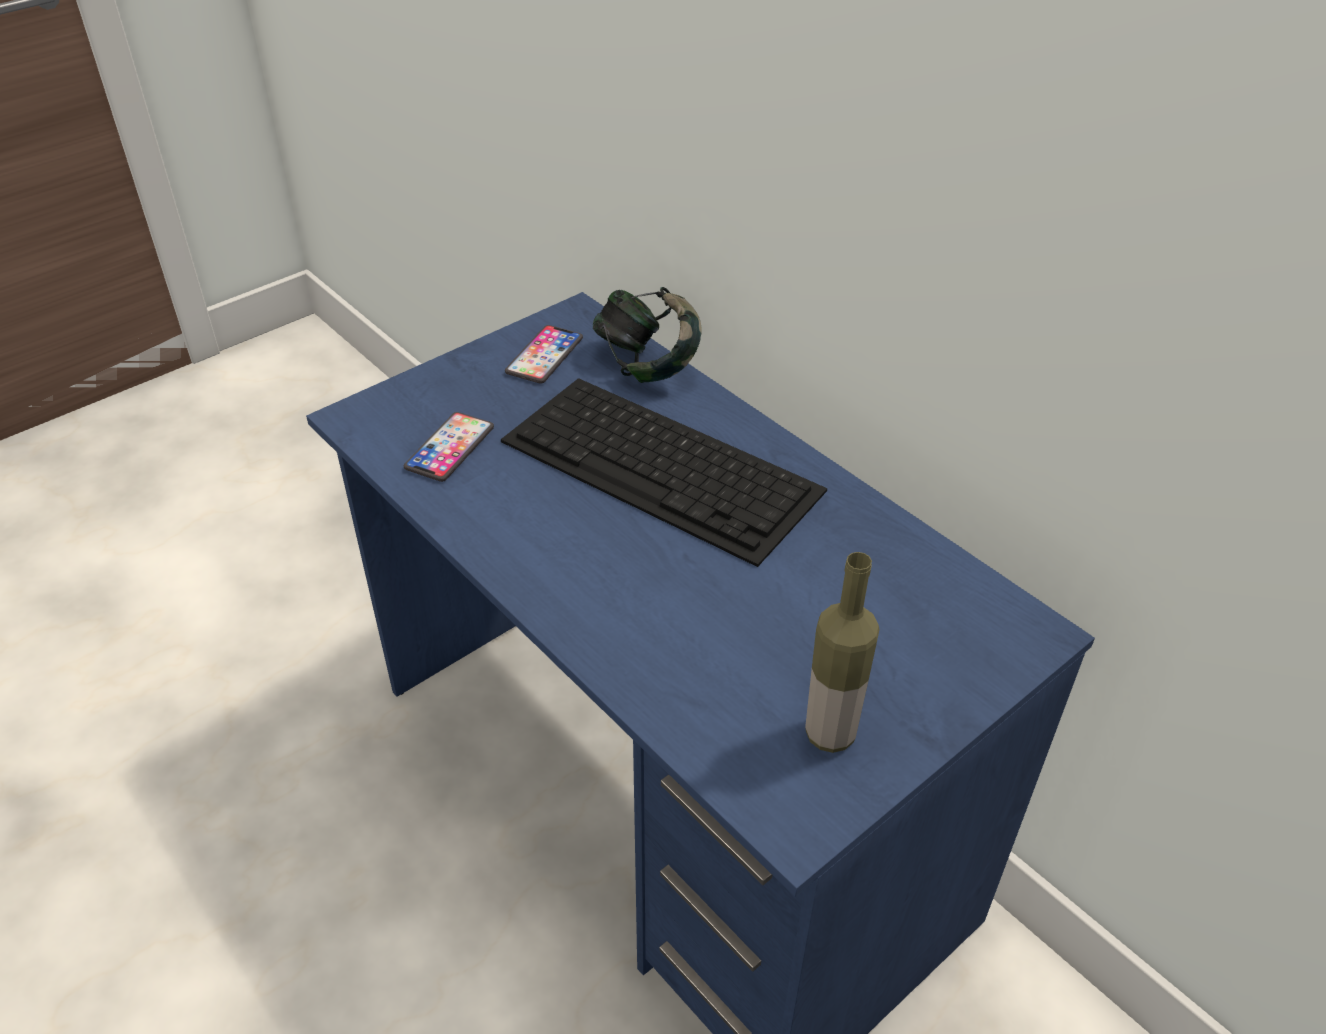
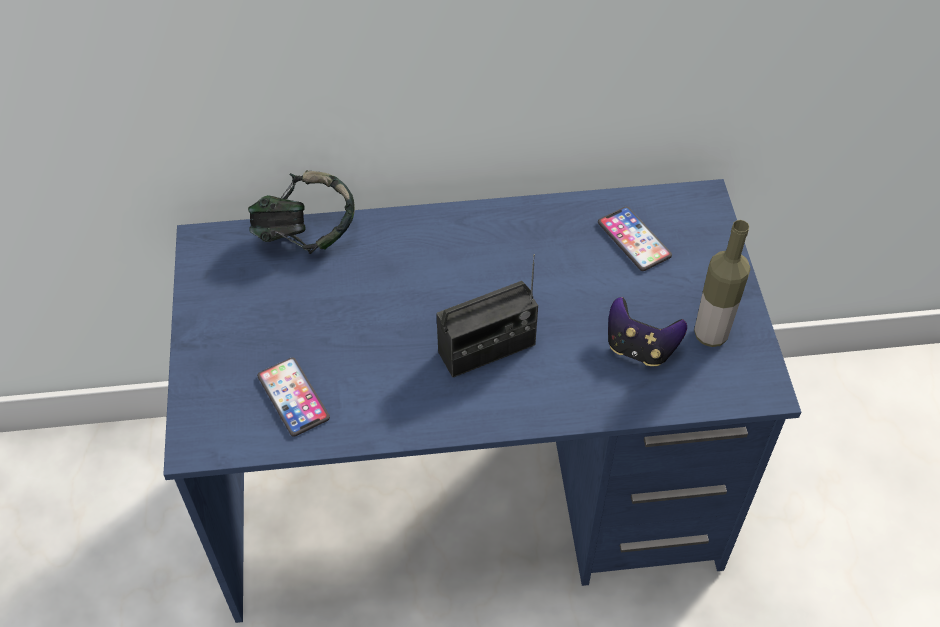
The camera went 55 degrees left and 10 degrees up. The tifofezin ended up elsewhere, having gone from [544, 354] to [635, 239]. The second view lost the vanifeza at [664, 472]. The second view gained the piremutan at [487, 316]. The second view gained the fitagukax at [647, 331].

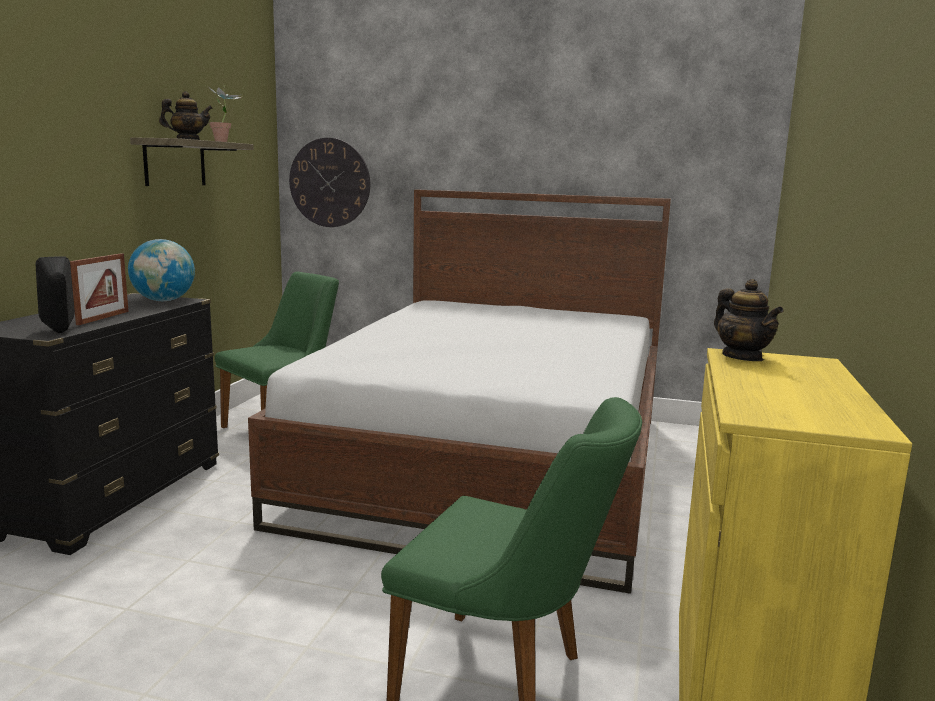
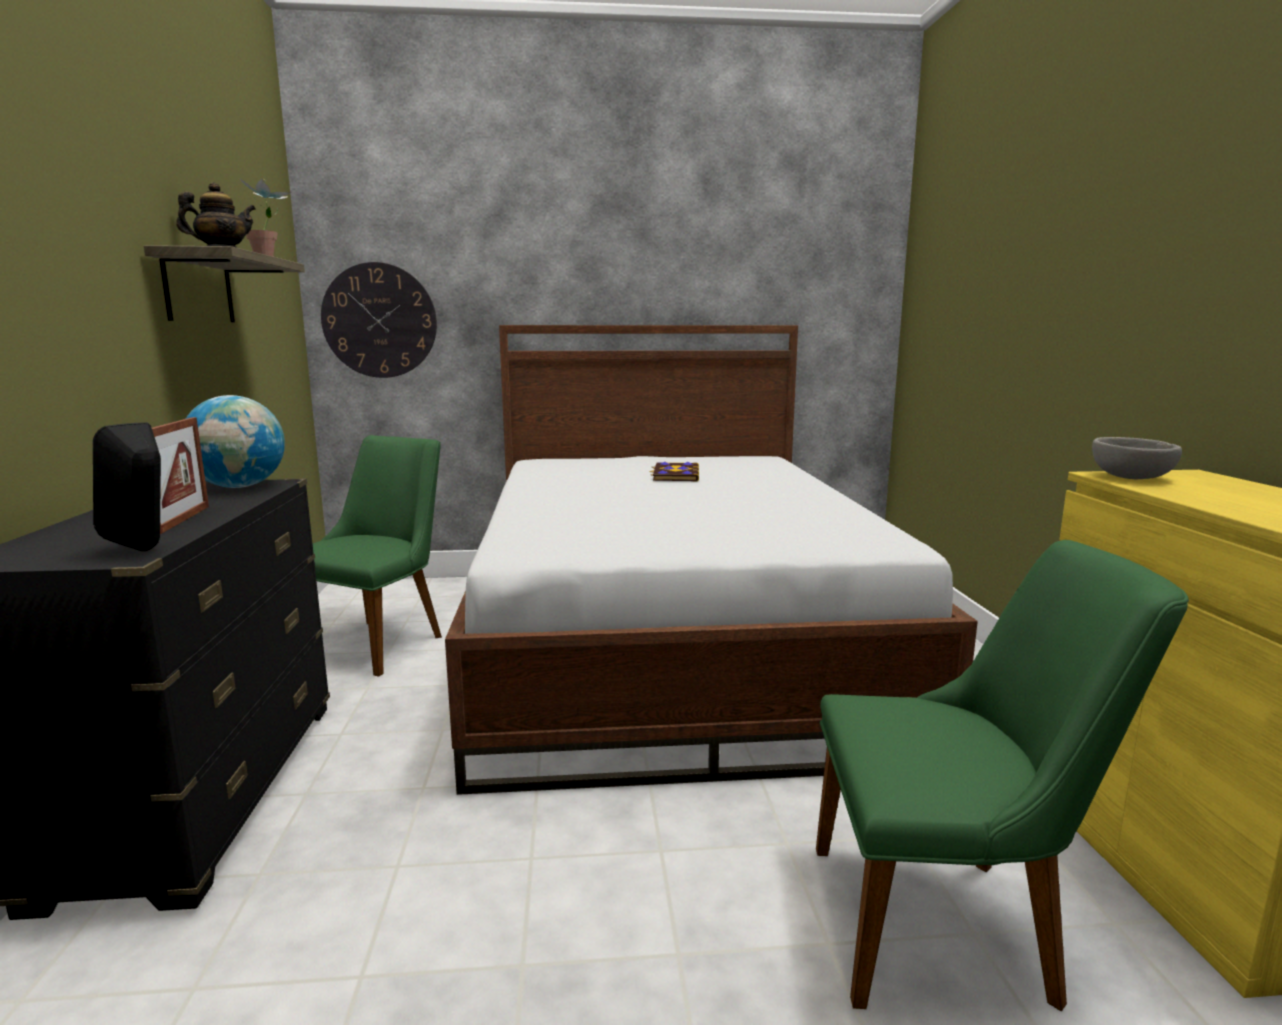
The camera went 20 degrees left and 0 degrees up. Where the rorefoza stood at [749, 320], the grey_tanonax came to stand at [1137, 458]. The second view gained the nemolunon at [674, 471].

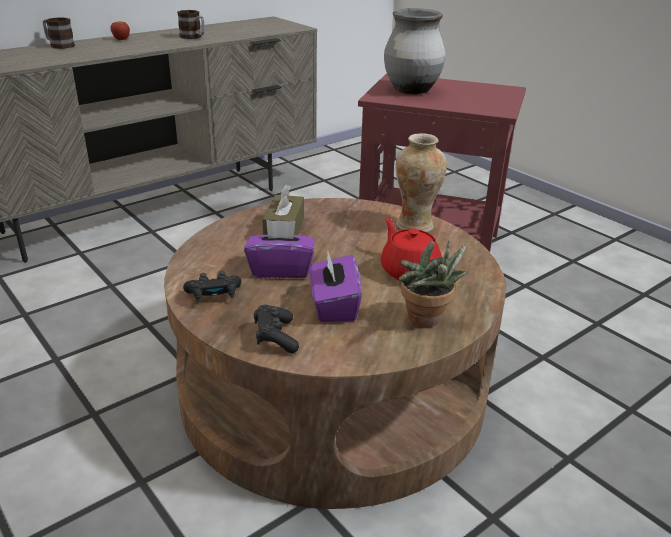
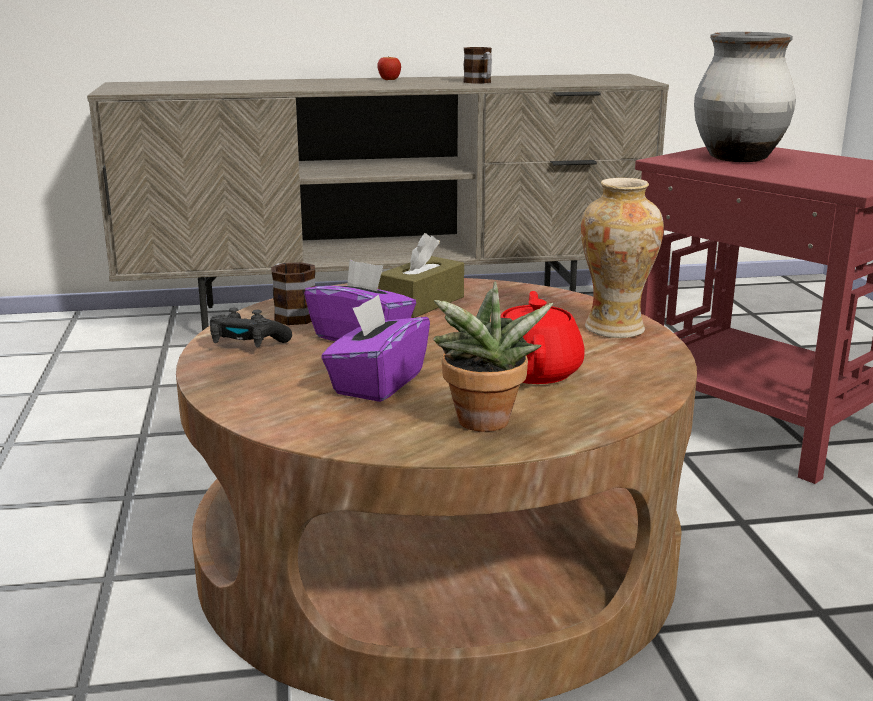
The camera went 30 degrees right and 10 degrees down. The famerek ended up elsewhere, having gone from [59, 33] to [293, 293]. The second view lost the black_fitagukax at [276, 328].

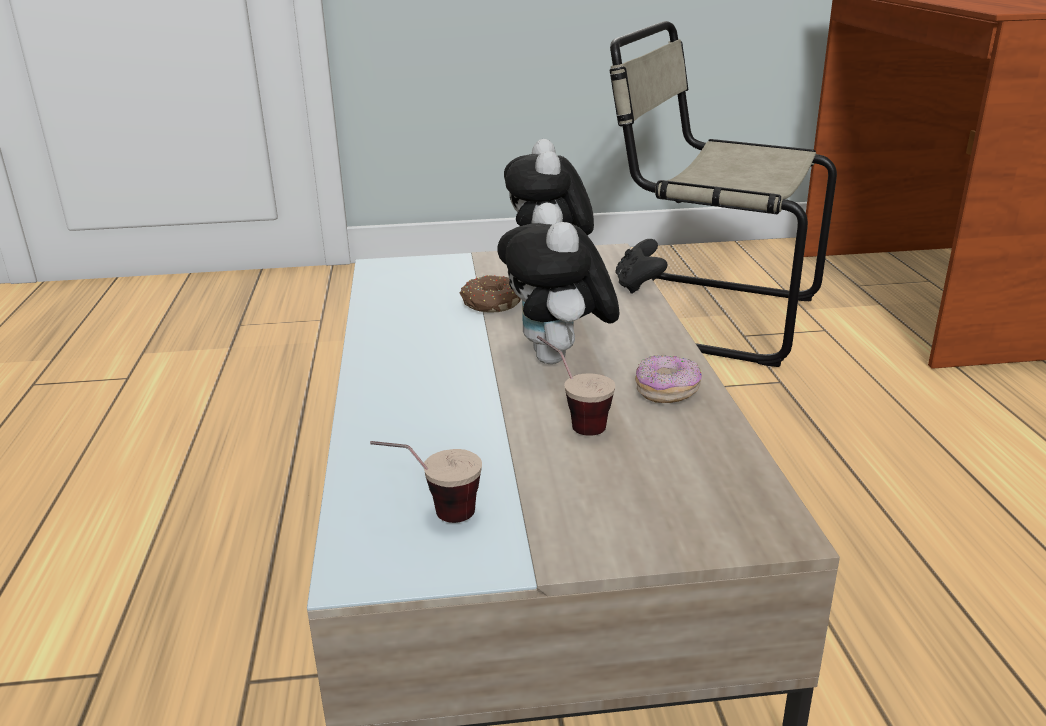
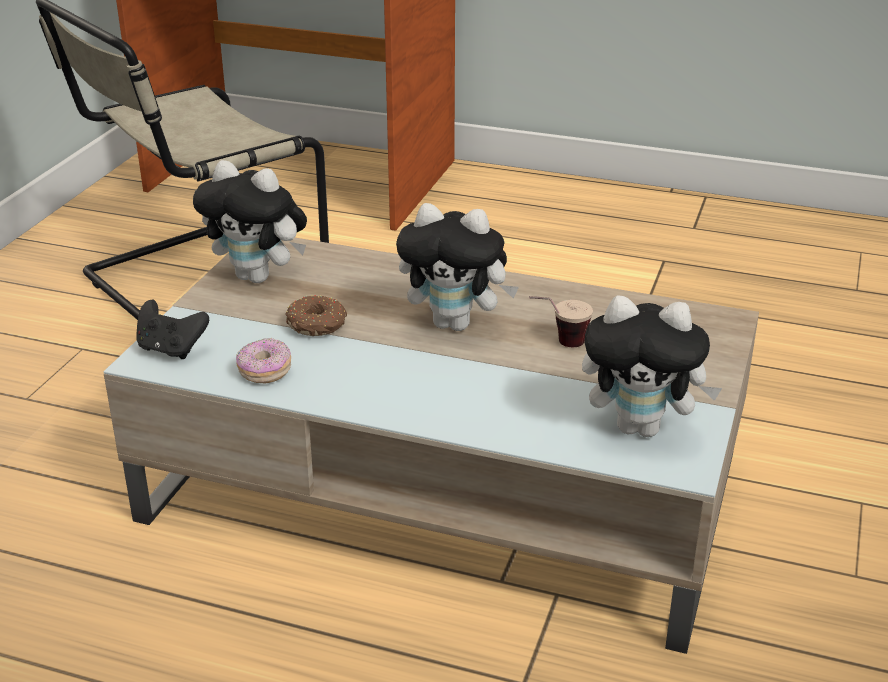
The camera went 65 degrees left and 5 degrees up. The black_fitagukax ended up elsewhere, having gone from [641, 266] to [172, 329]. The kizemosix ended up elsewhere, having gone from [668, 379] to [263, 361]. Where the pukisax stood at [426, 482], the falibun came to stand at [652, 366].

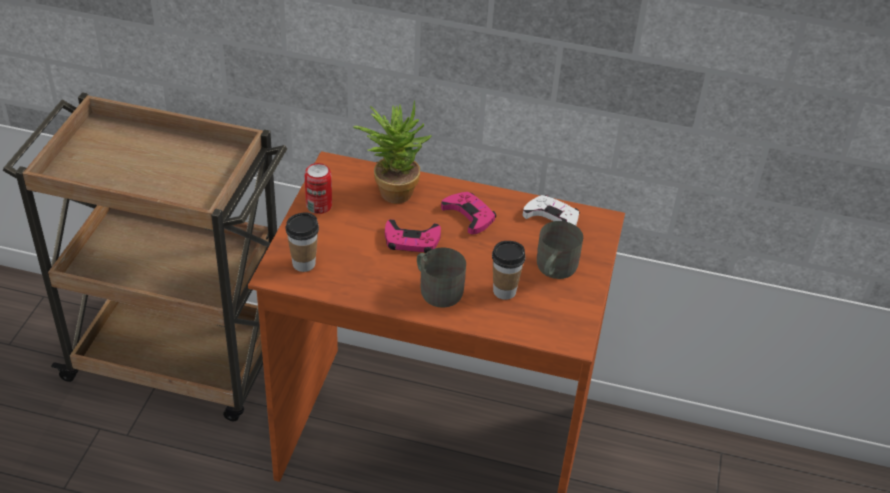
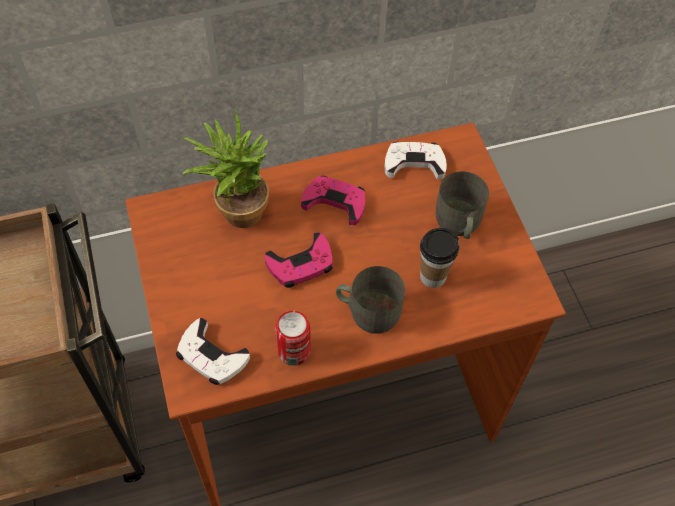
The camera went 30 degrees left and 15 degrees up. The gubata ended up elsewhere, having gone from [318, 188] to [293, 338]. Where the pukisax stood at [302, 242], the white_fitagukax came to stand at [213, 351].

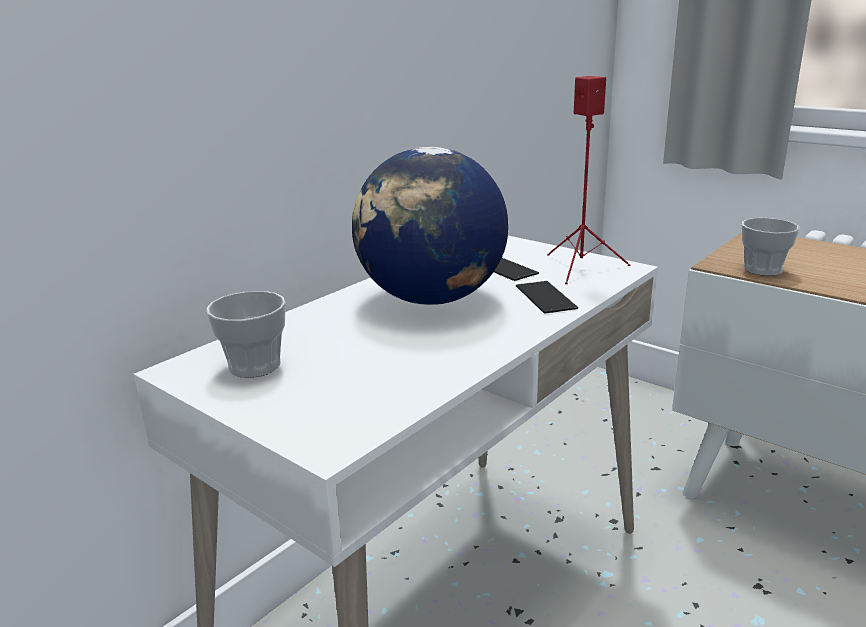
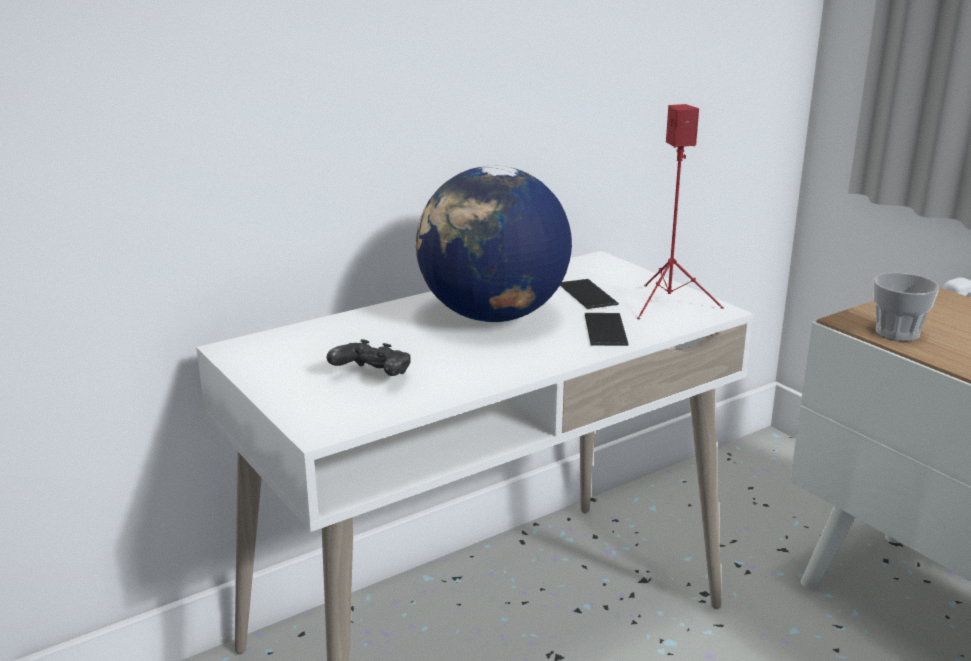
The camera went 15 degrees right and 0 degrees up. The second view lost the pukisax at [246, 334]. The second view gained the black_fitagukax at [368, 357].

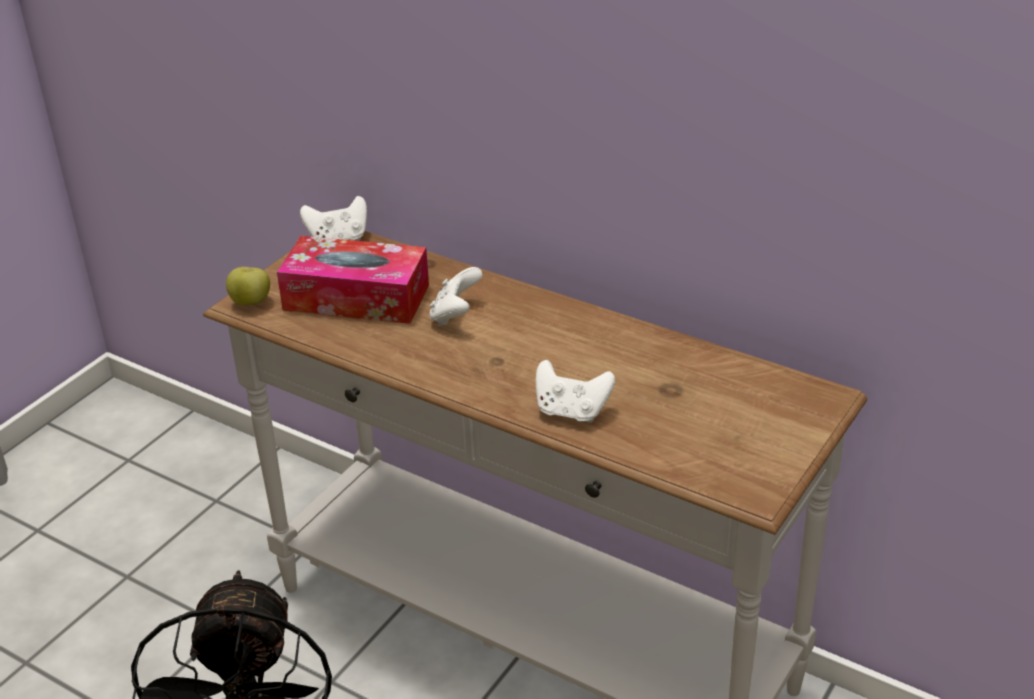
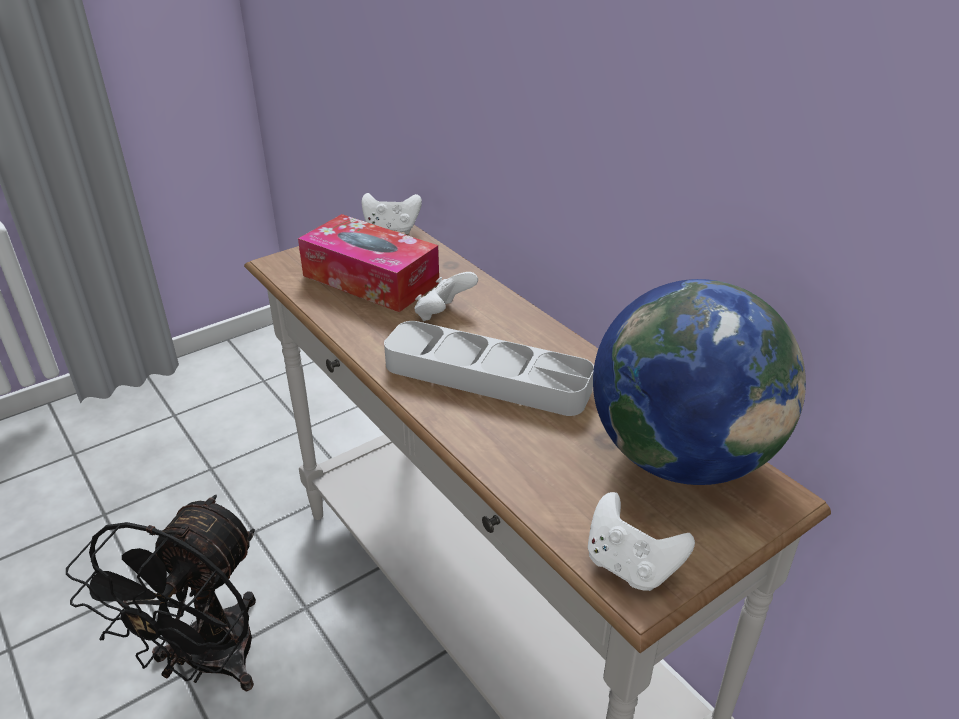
The camera went 20 degrees right and 0 degrees up. The second view lost the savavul at [248, 286]. The white_fitagukax ended up elsewhere, having gone from [575, 391] to [641, 541]. The second view gained the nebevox at [699, 382]. The second view gained the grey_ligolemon at [489, 368].

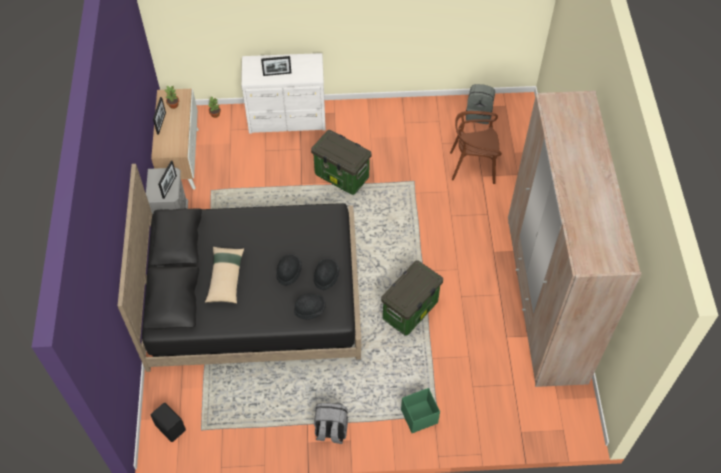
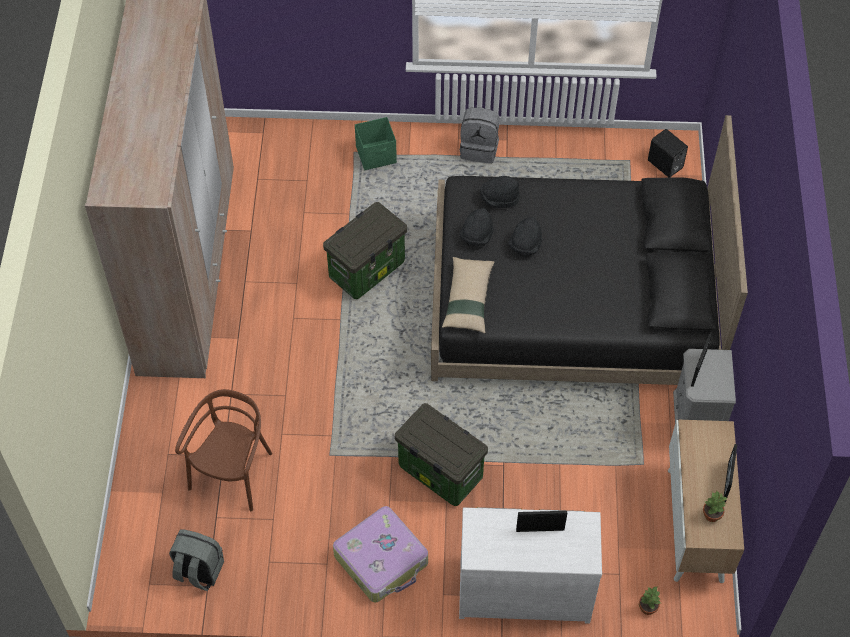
The camera went 175 degrees left and 0 degrees up. The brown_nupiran at [476, 147] ended up facing another way, 75 degrees counterclockwise from before. The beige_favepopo ended up elsewhere, having gone from [224, 275] to [468, 295]. The second view gained the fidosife at [380, 554].

